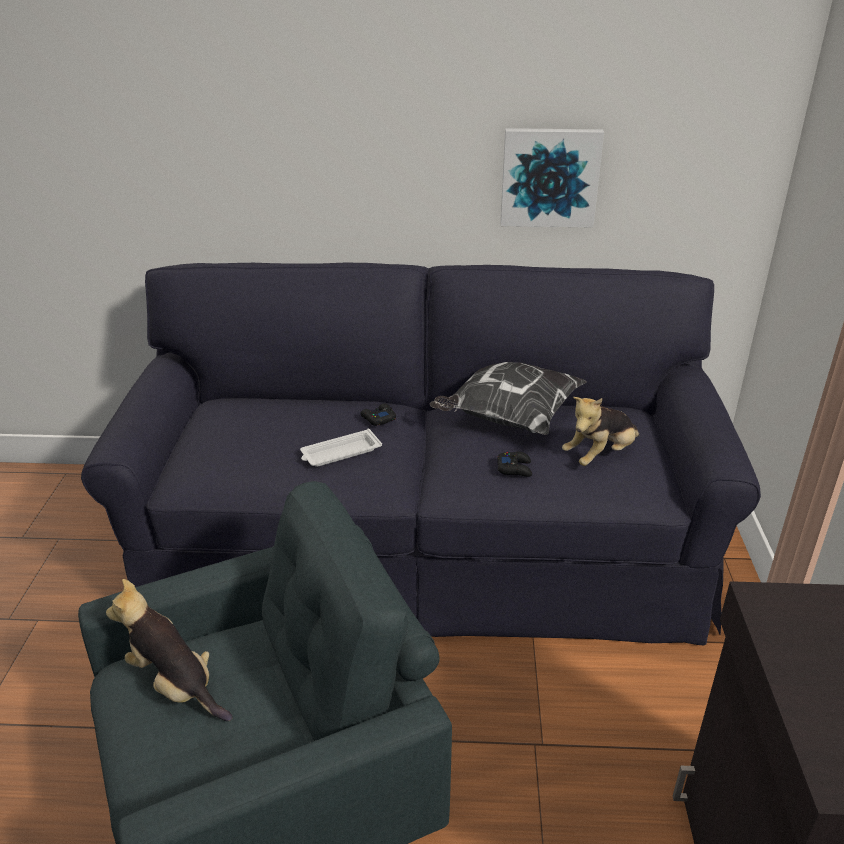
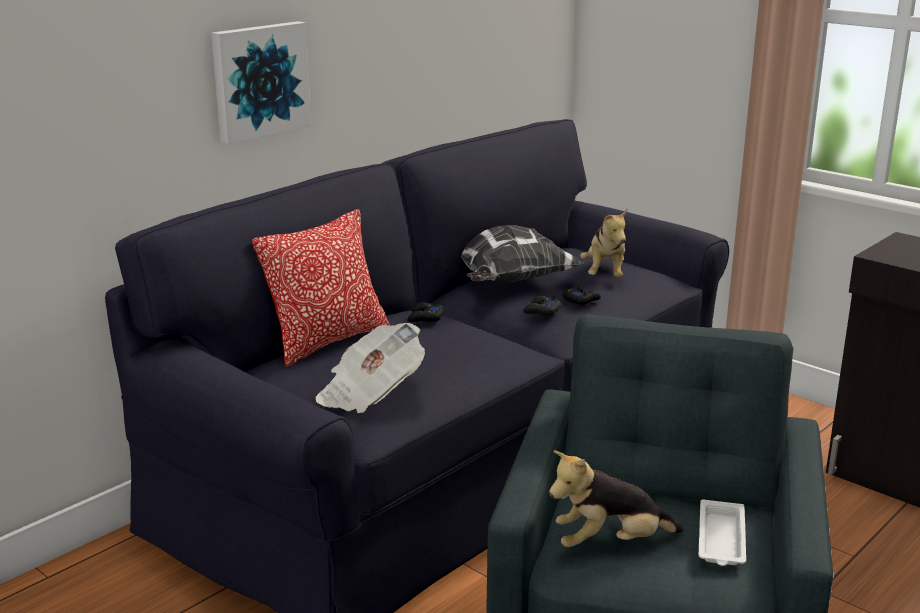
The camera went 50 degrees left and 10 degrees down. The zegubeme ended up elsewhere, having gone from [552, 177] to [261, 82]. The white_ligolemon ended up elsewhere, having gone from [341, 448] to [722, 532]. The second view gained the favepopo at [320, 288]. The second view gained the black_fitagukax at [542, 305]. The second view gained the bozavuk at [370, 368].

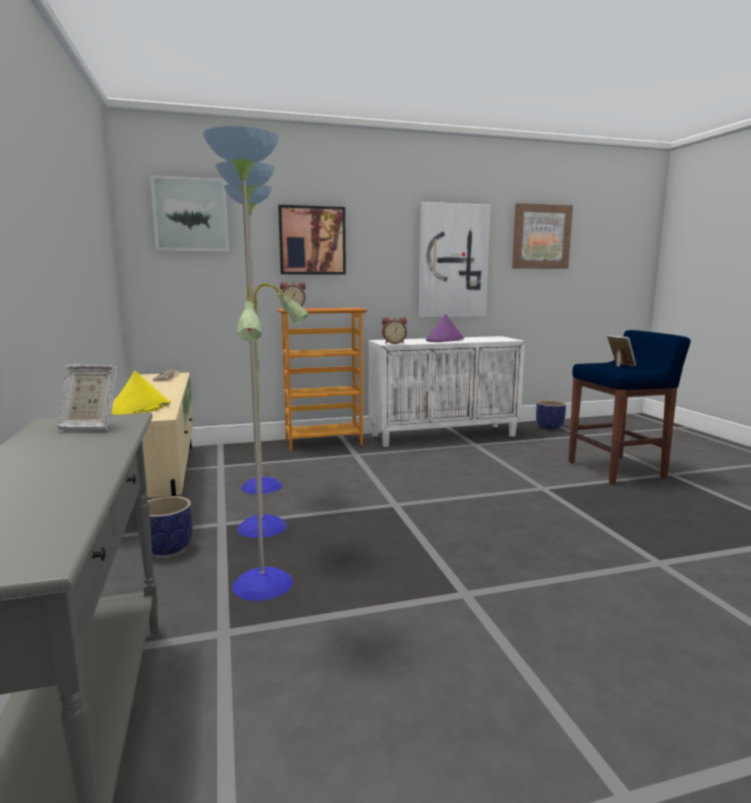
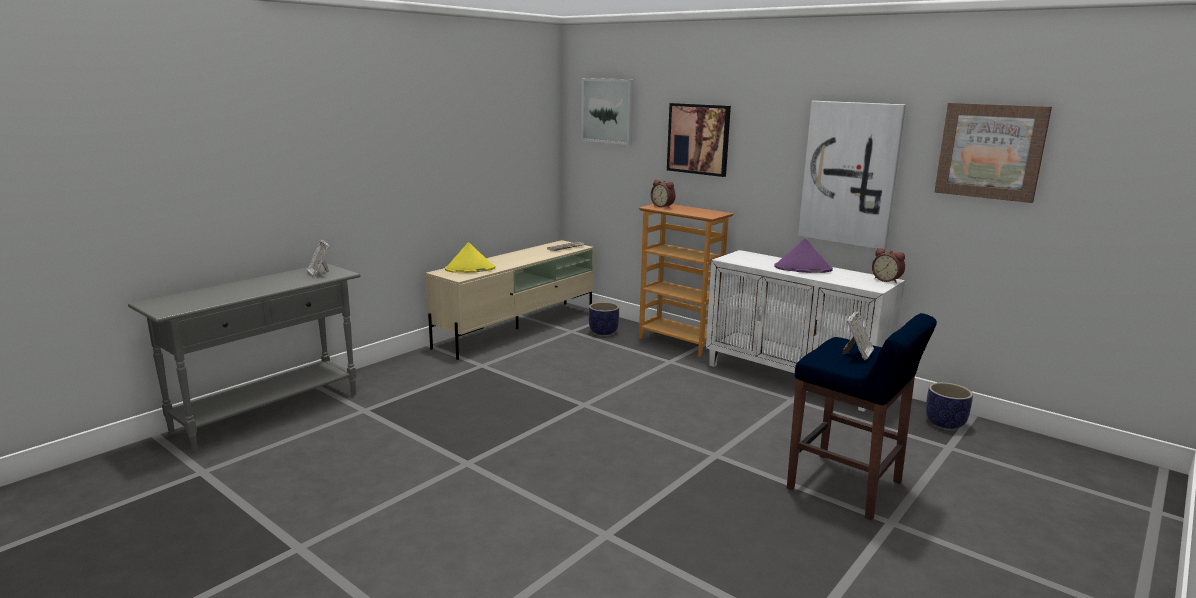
The camera went 55 degrees right and 5 degrees up. The second view lost the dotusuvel at [256, 363]. The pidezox ended up elsewhere, having gone from [394, 330] to [888, 265]. The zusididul ended up elsewhere, having gone from [165, 526] to [604, 318].

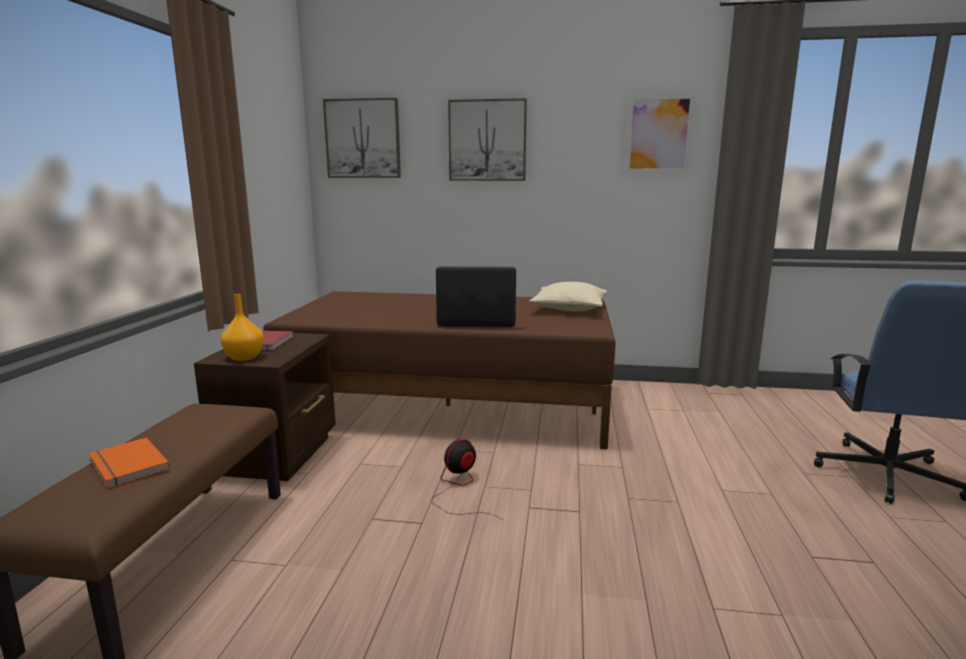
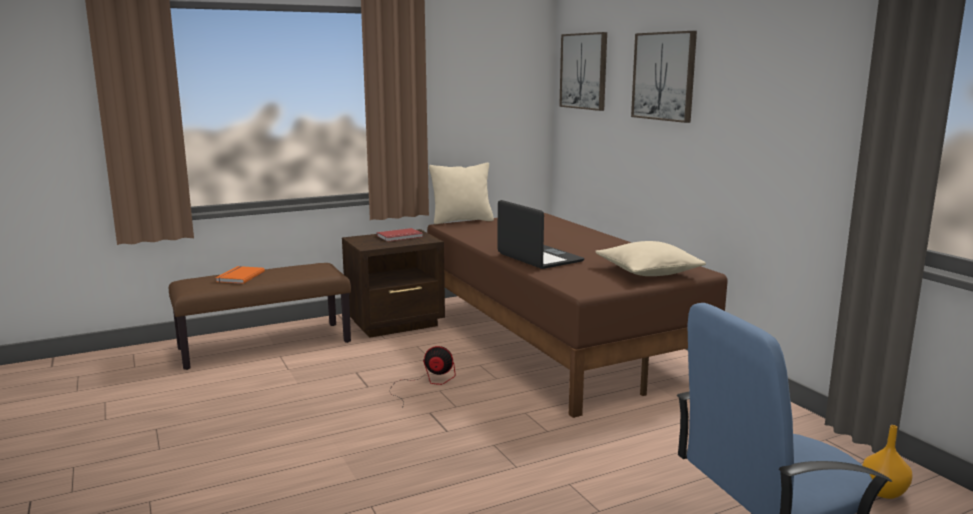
The camera went 55 degrees right and 0 degrees up. The second view lost the zegubeme at [660, 133]. The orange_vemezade ended up elsewhere, having gone from [242, 327] to [887, 462]. The second view gained the beige_favepopo at [461, 193].

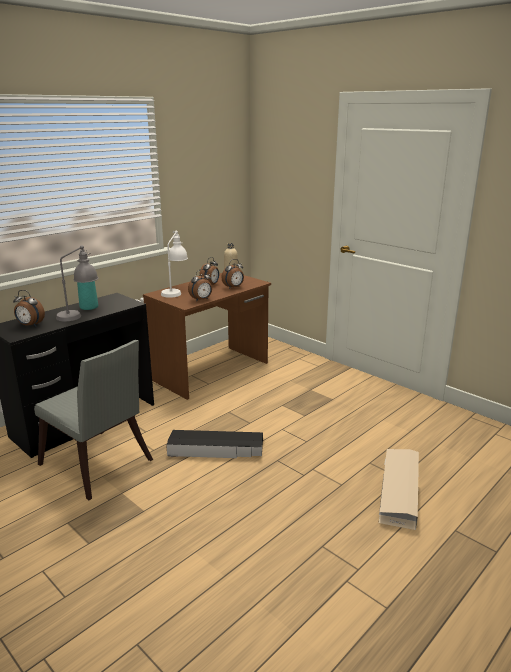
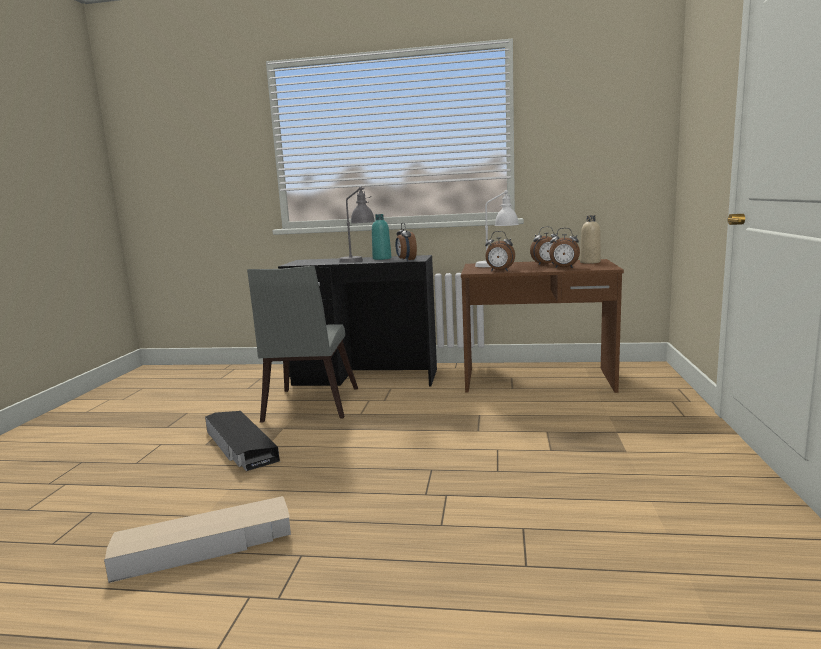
The camera went 55 degrees right and 10 degrees down. The pidezox ended up elsewhere, having gone from [29, 308] to [406, 242]. The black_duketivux ended up elsewhere, having gone from [214, 444] to [242, 441]. The beige_duketivux ended up elsewhere, having gone from [399, 489] to [197, 539].

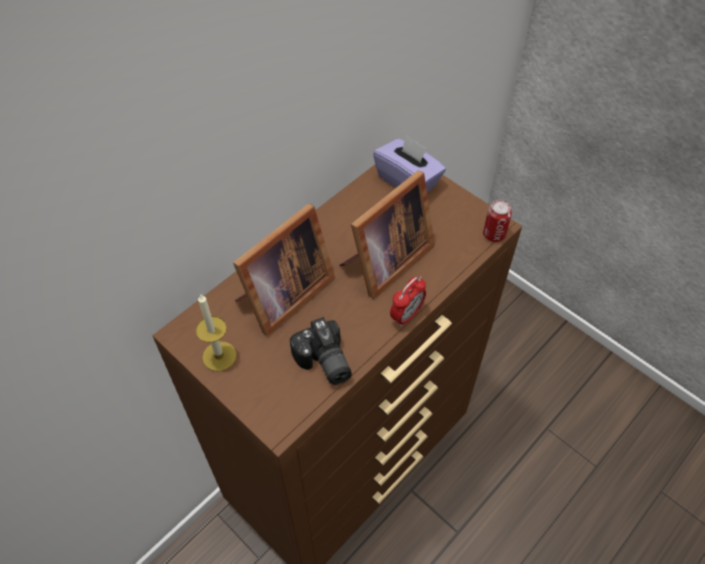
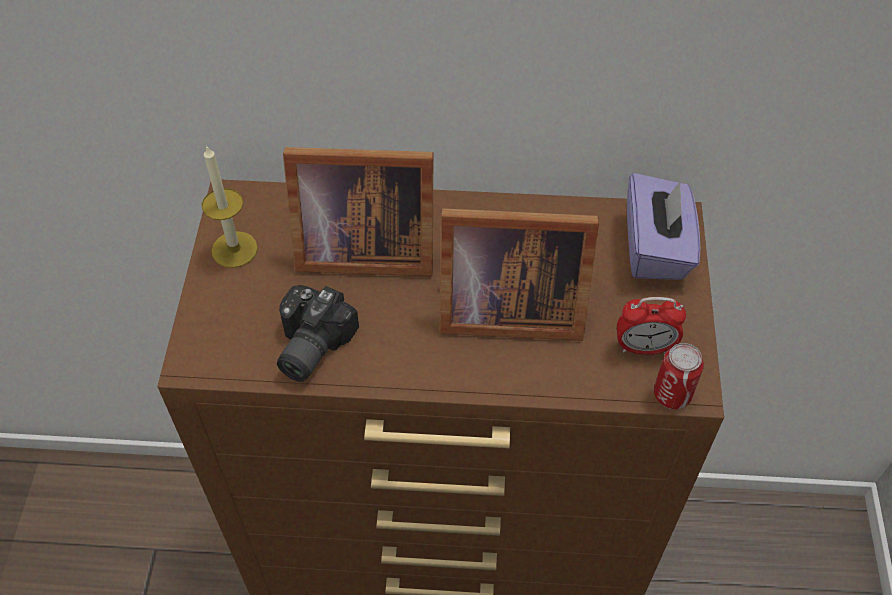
The camera went 50 degrees right and 0 degrees up. The pidezox ended up elsewhere, having gone from [408, 301] to [651, 326].

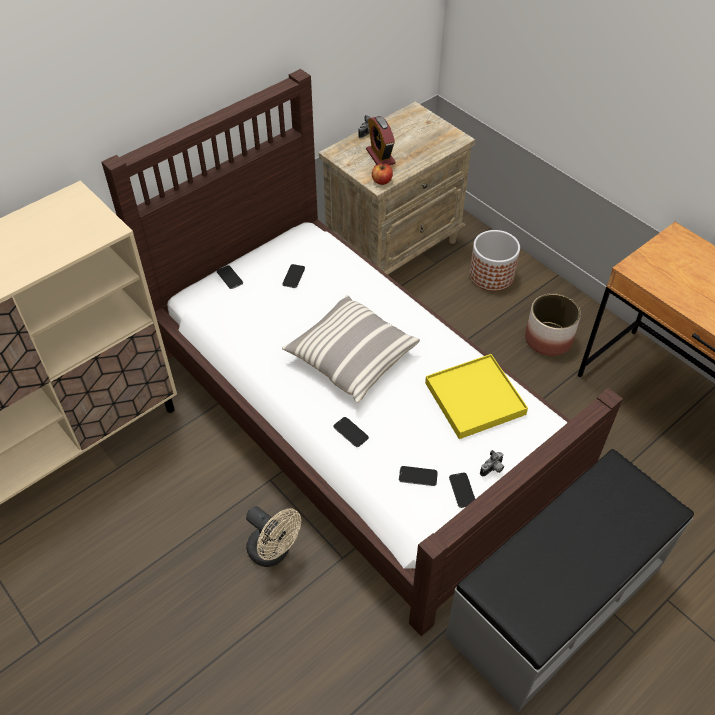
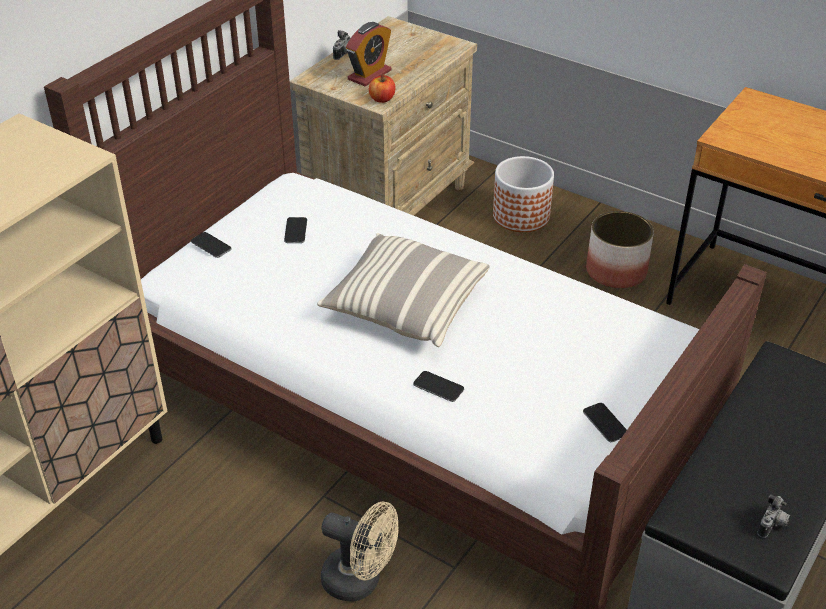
The camera went 15 degrees left and 10 degrees down. The pidezox at [381, 140] ended up facing another way, 105 degrees counterclockwise from before. The second view lost the yellow_ligolemon at [476, 396]. The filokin ended up elsewhere, having gone from [492, 463] to [774, 516]. The second view lost the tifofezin at [418, 476].

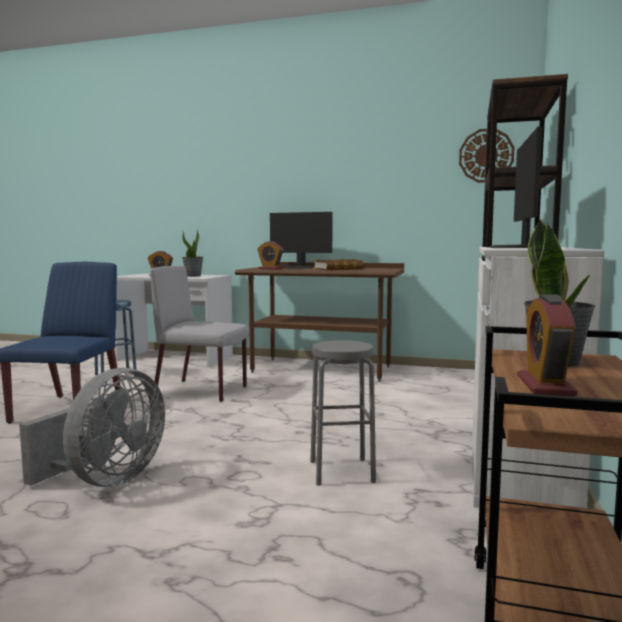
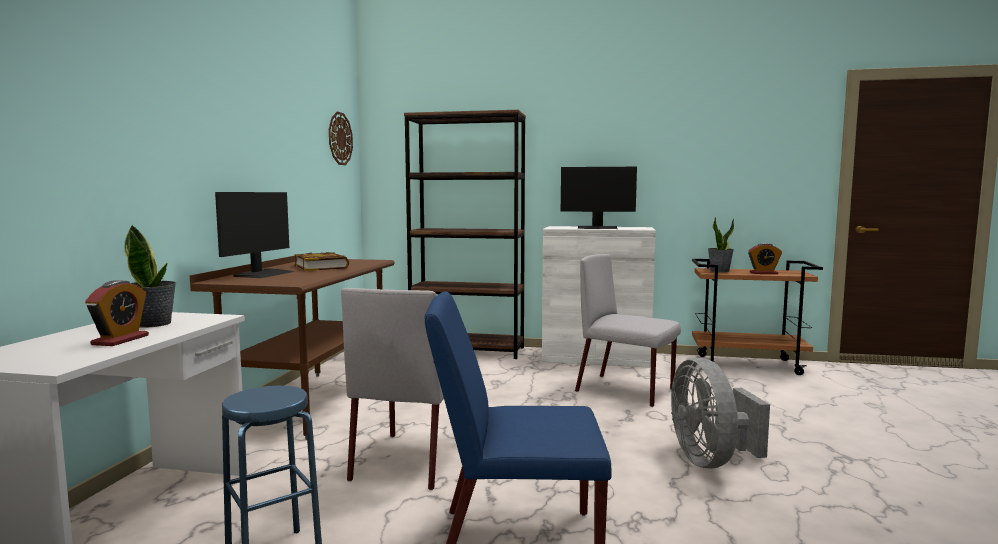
The camera went 95 degrees left and 0 degrees up. The second view lost the pidezox at [270, 255]. Where the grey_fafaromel stood at [343, 413], the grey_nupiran came to stand at [628, 330]. The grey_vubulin at [92, 427] ended up facing another way, 120 degrees counterclockwise from before.

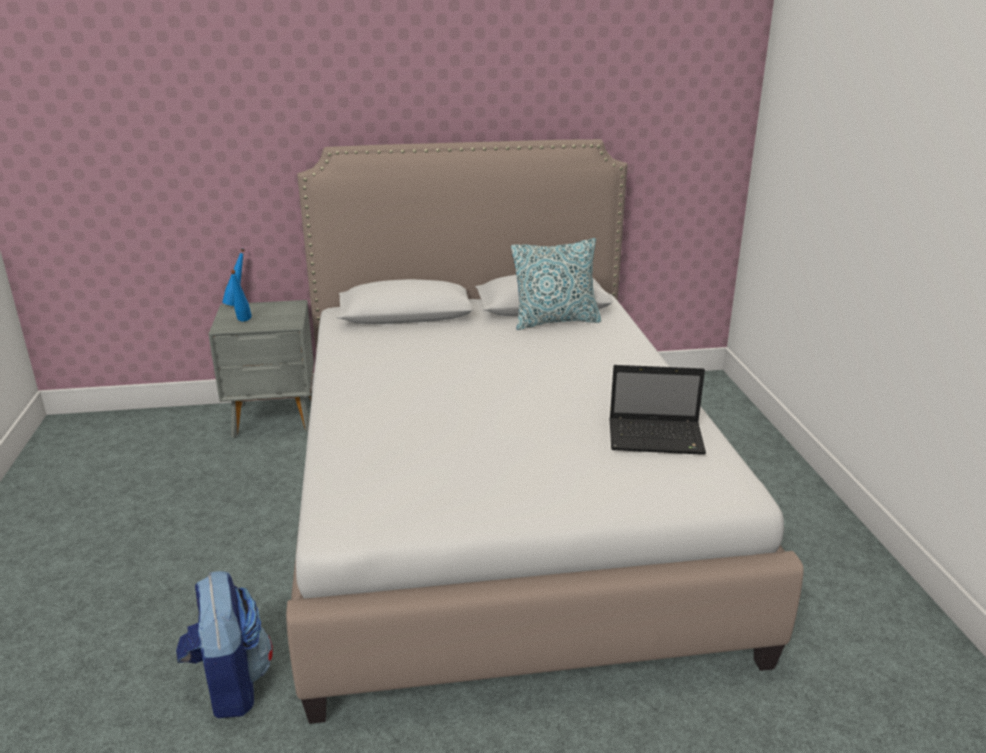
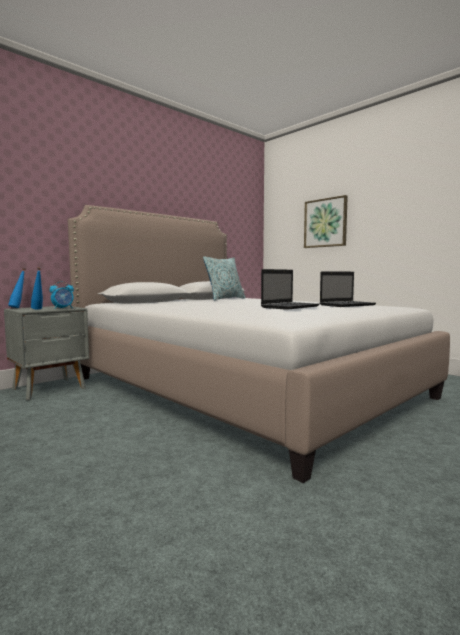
The camera went 35 degrees left and 20 degrees down. The second view lost the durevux at [224, 644]. The second view gained the zegubeme at [326, 221]. The second view gained the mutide at [290, 289]. The second view gained the pidezox at [62, 295].

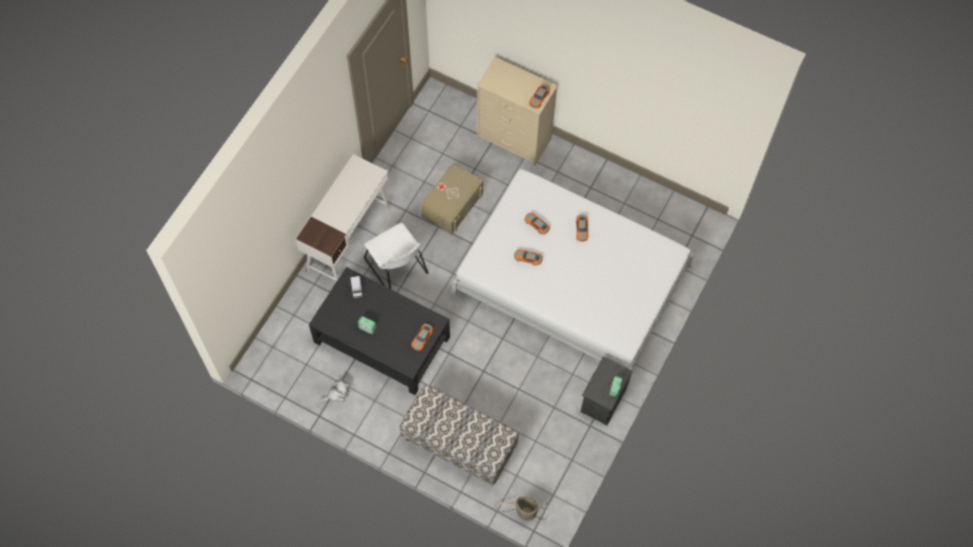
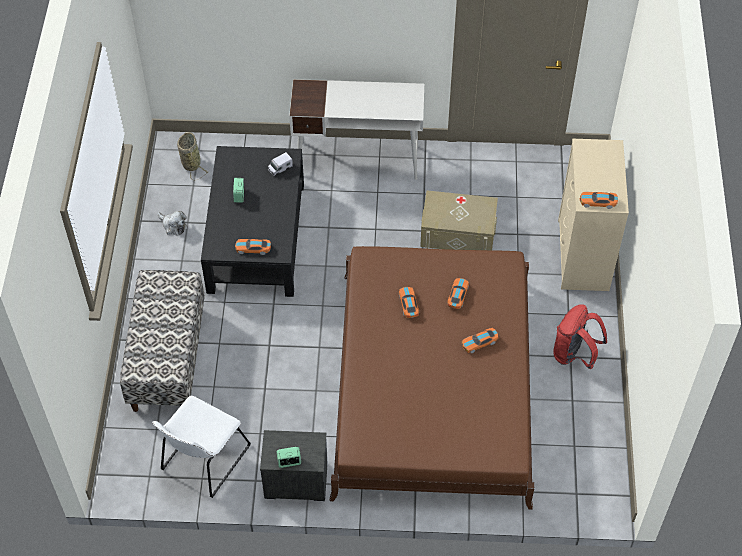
The camera went 65 degrees right and 10 degrees down. What was the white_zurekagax at [572, 277] turned into the brown_zurekagax at [432, 378]. The white_nupiran ended up elsewhere, having gone from [396, 256] to [201, 447]. The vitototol ended up elsewhere, having gone from [522, 509] to [192, 156]. The second view gained the red_durevux at [580, 336].

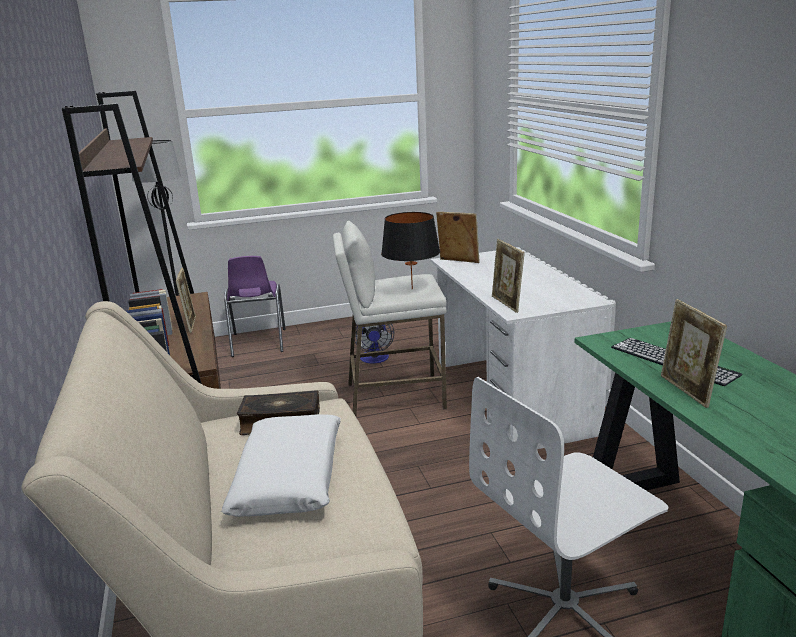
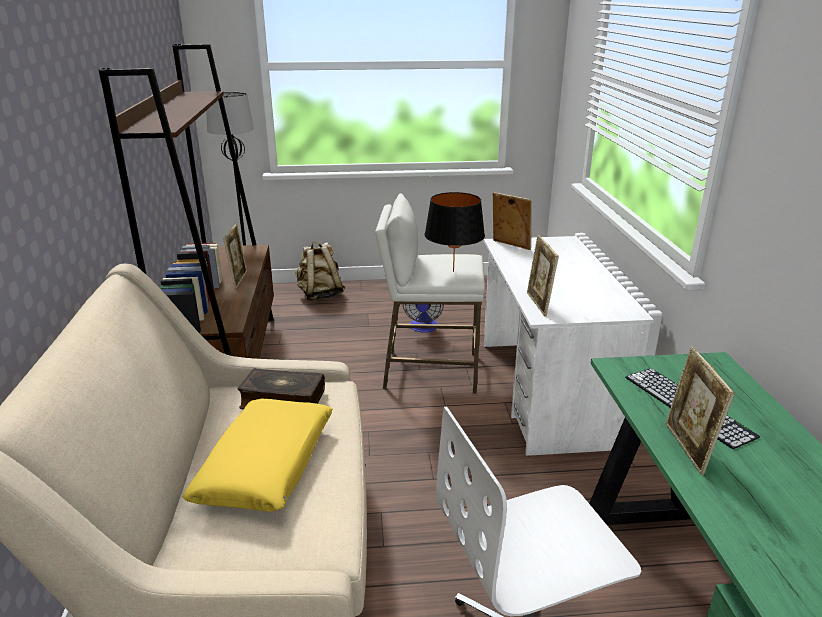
The camera went 10 degrees right and 5 degrees up. Where the purple_nupiran stood at [255, 306], the beige_durevux came to stand at [321, 271]. What was the white_favepopo at [281, 465] turned into the yellow_favepopo at [257, 455].

